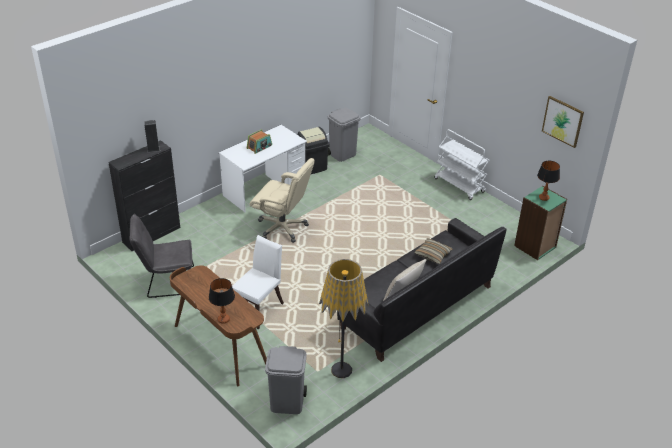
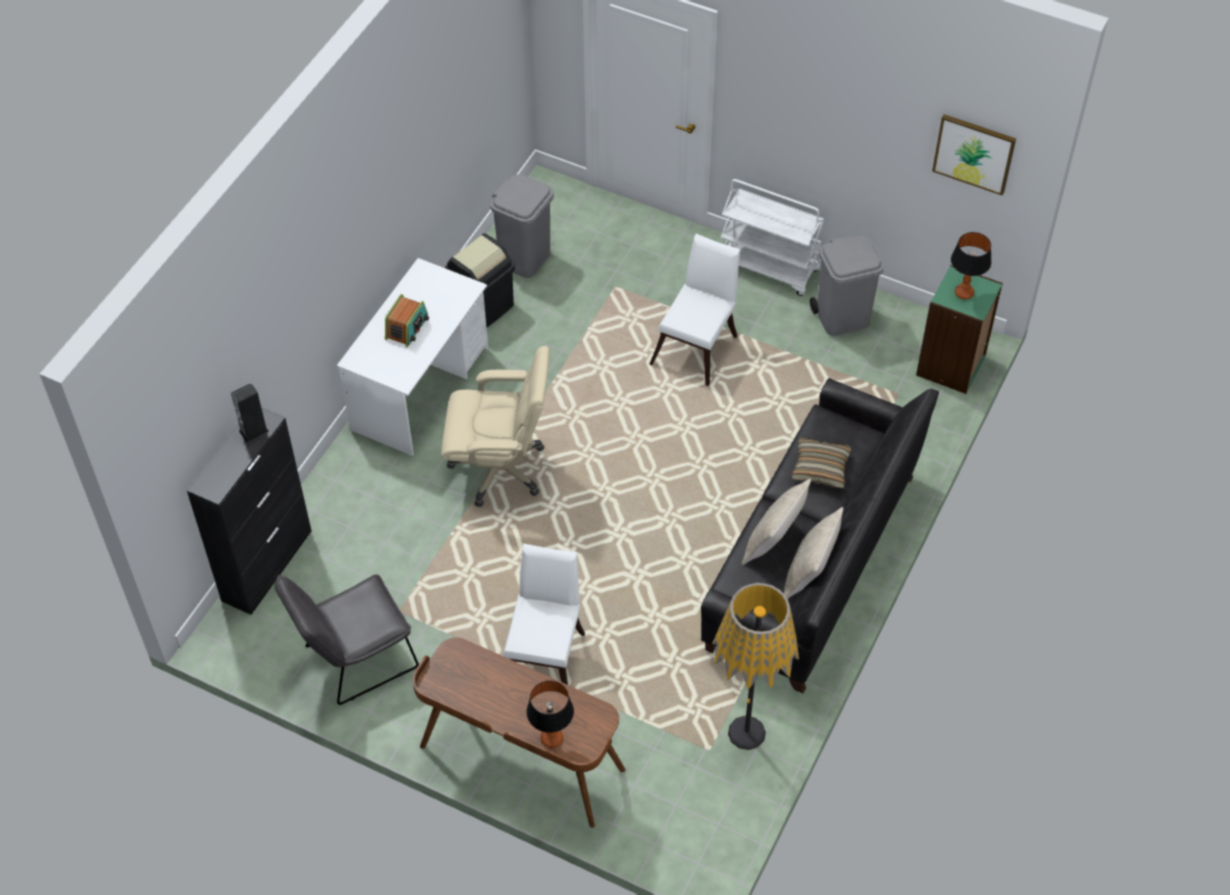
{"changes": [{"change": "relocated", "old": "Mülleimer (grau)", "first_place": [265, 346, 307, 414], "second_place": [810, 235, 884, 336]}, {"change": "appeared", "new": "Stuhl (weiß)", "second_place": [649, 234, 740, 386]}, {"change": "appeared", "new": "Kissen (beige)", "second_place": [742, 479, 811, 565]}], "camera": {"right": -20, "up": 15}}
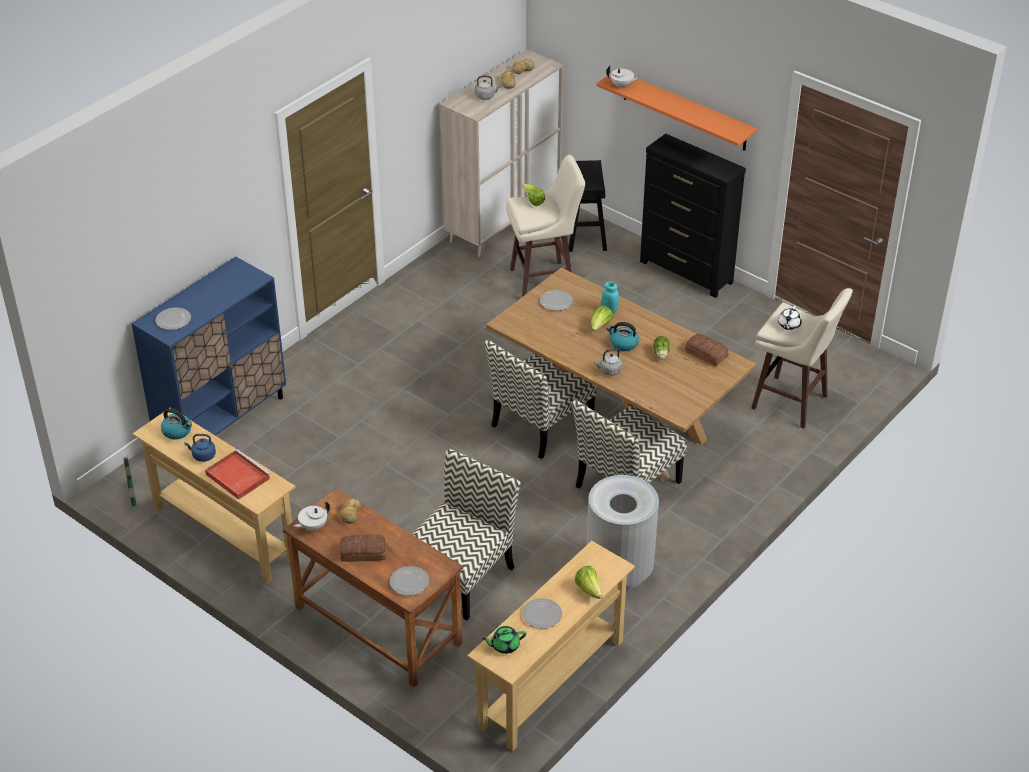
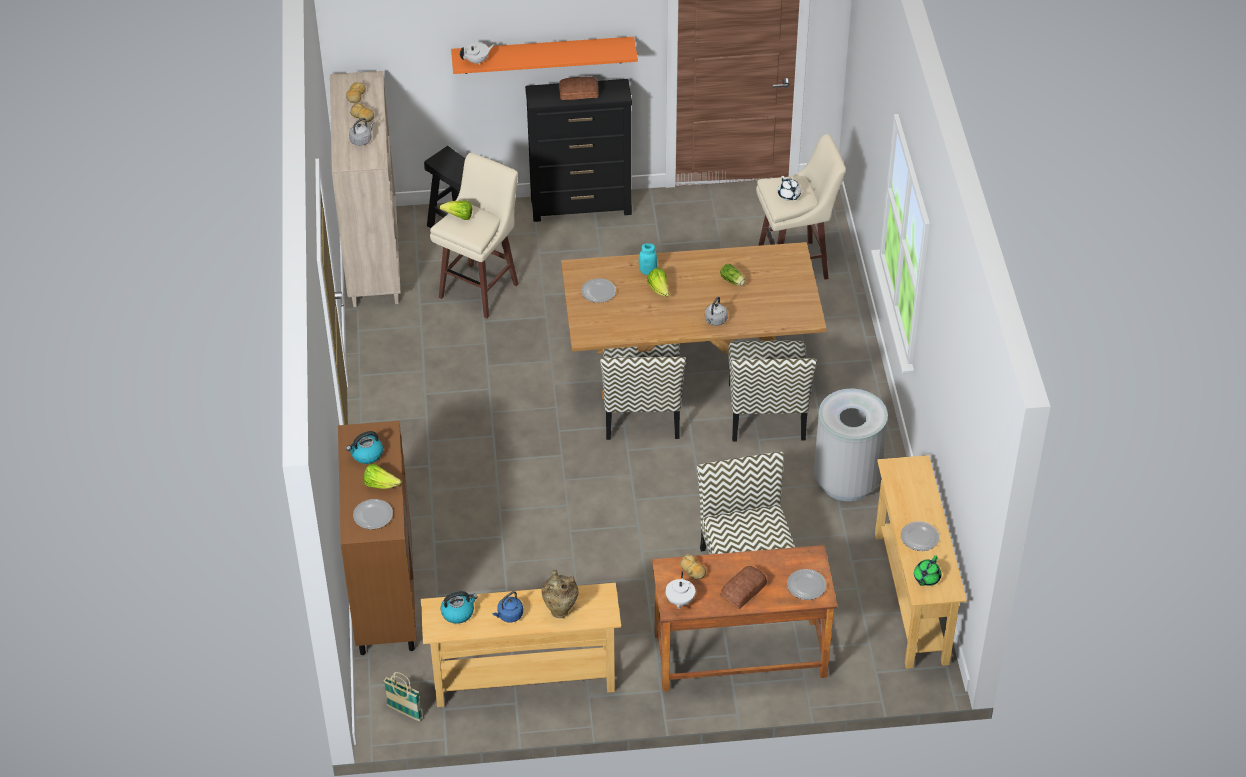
{"changes": [{"change": "colour", "old": "Schrank (blau)", "new": "Schrank (braun)", "first_place": [131, 257, 286, 436], "second_place": [338, 421, 417, 655]}, {"change": "exchanged", "old": "Tablett (rot)", "new": "Vase (beige)", "first_place": [205, 449, 271, 500], "second_place": [541, 570, 579, 618]}, {"change": "relocated", "old": "Salatkopf", "first_place": [575, 566, 602, 599], "second_place": [364, 464, 402, 489]}, {"change": "relocated", "old": "Wasserkessel", "first_place": [607, 322, 639, 351], "second_place": [346, 431, 383, 464]}, {"change": "relocated", "old": "Brot", "first_place": [685, 334, 729, 367], "second_place": [559, 77, 599, 100]}], "camera": {"right": -45, "up": 5}}
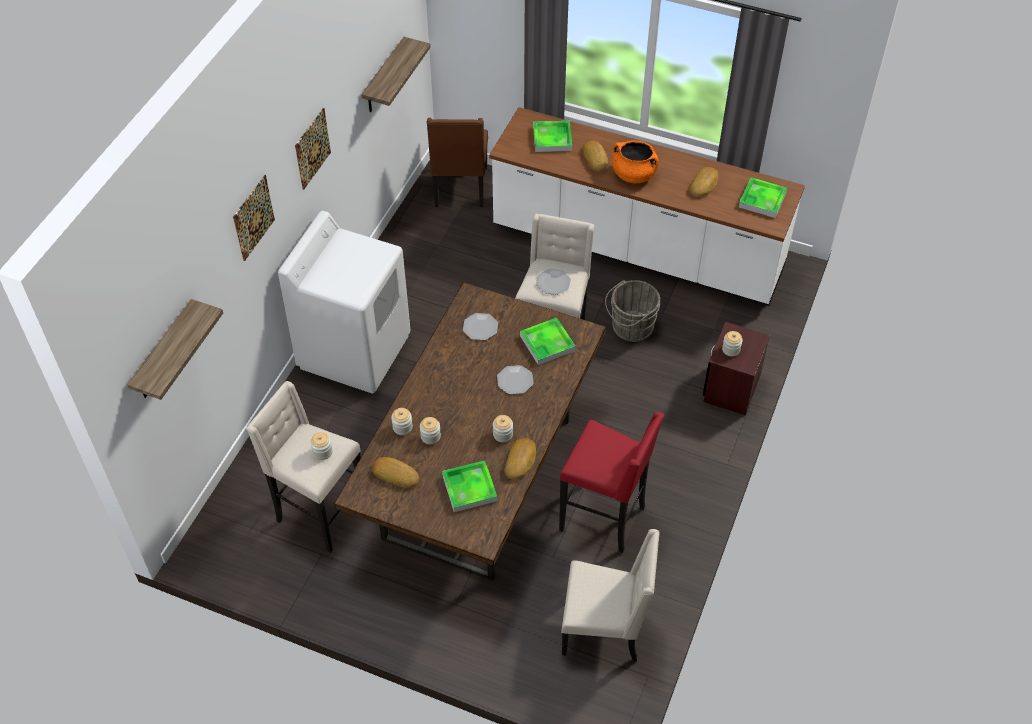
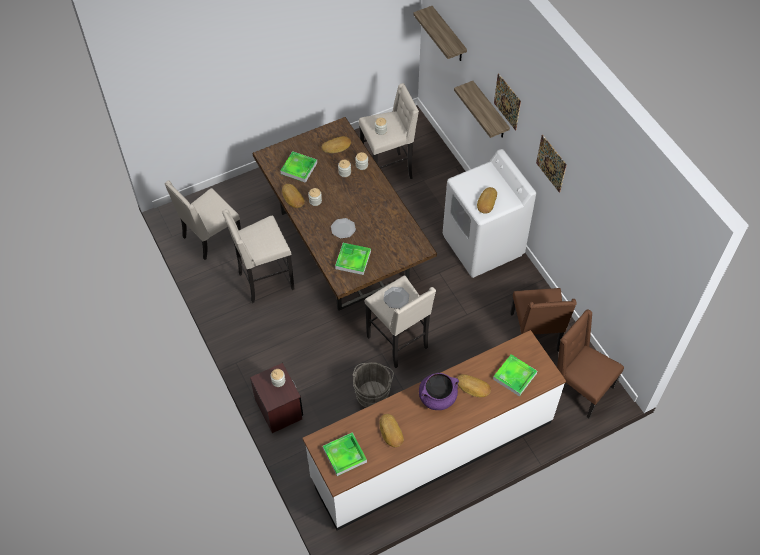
{"changes": [{"change": "relocated", "old": "Wandregal", "first_place": [361, 37, 431, 112], "second_place": [454, 81, 510, 138]}, {"change": "missing", "old": "Teller", "first_place": [463, 313, 498, 340]}, {"change": "colour", "old": "Hocker (rot)", "new": "Hocker (beige)", "first_place": [559, 412, 664, 553], "second_place": [222, 209, 294, 303]}, {"change": "colour", "old": "Kochtopf (orange)", "new": "Kochtopf (lila)", "first_place": [612, 141, 659, 183], "second_place": [419, 373, 459, 410]}, {"change": "appeared", "new": "Brot", "second_place": [477, 187, 497, 214]}, {"change": "appeared", "new": "Stuhl (braun)", "second_place": [510, 288, 577, 351]}], "camera": {"right": 130, "up": 5}}
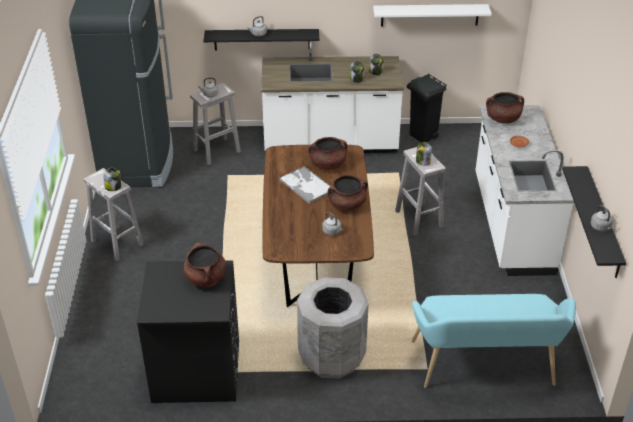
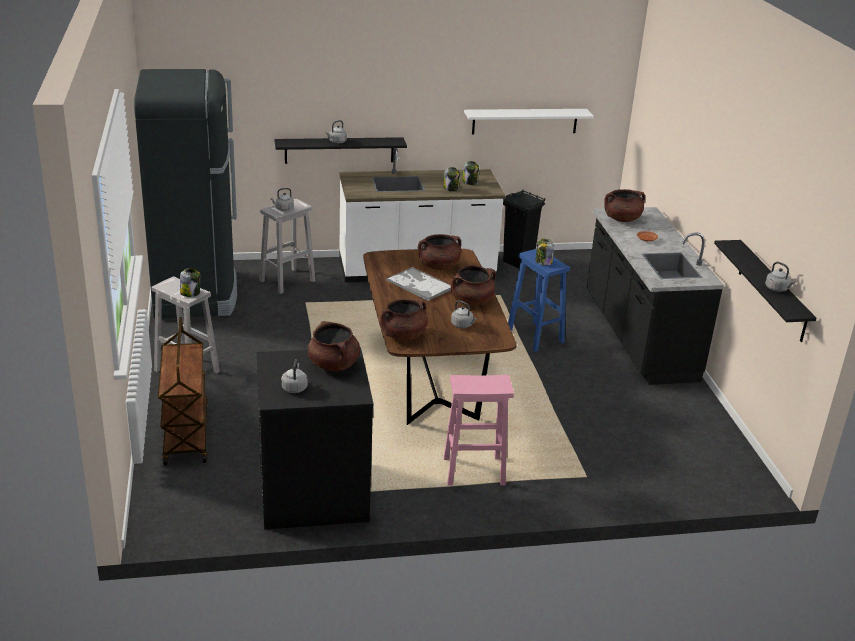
{"changes": [{"change": "exchanged", "old": "Mülleimer (grau)", "new": "Hocker (rosa)", "first_place": [297, 277, 369, 379], "second_place": [444, 375, 514, 485]}, {"change": "colour", "old": "Hocker (weiß)", "new": "Hocker (blau)", "first_place": [395, 147, 446, 236], "second_place": [508, 249, 570, 352]}, {"change": "missing", "old": "Bank (türkis)", "first_place": [412, 294, 576, 388]}, {"change": "colour", "old": "Küchenzeile (weiß)", "new": "Küchenzeile (schwarz)", "first_place": [476, 105, 574, 276], "second_place": [587, 207, 724, 385]}, {"change": "appeared", "new": "Rollwagen (braun)", "second_place": [158, 317, 208, 466]}, {"change": "appeared", "new": "Wasserkessel (grau)", "second_place": [281, 359, 307, 393]}, {"change": "appeared", "new": "Kochtopf (braun)", "second_place": [380, 299, 428, 340]}], "camera": {"right": -10, "up": -10}}
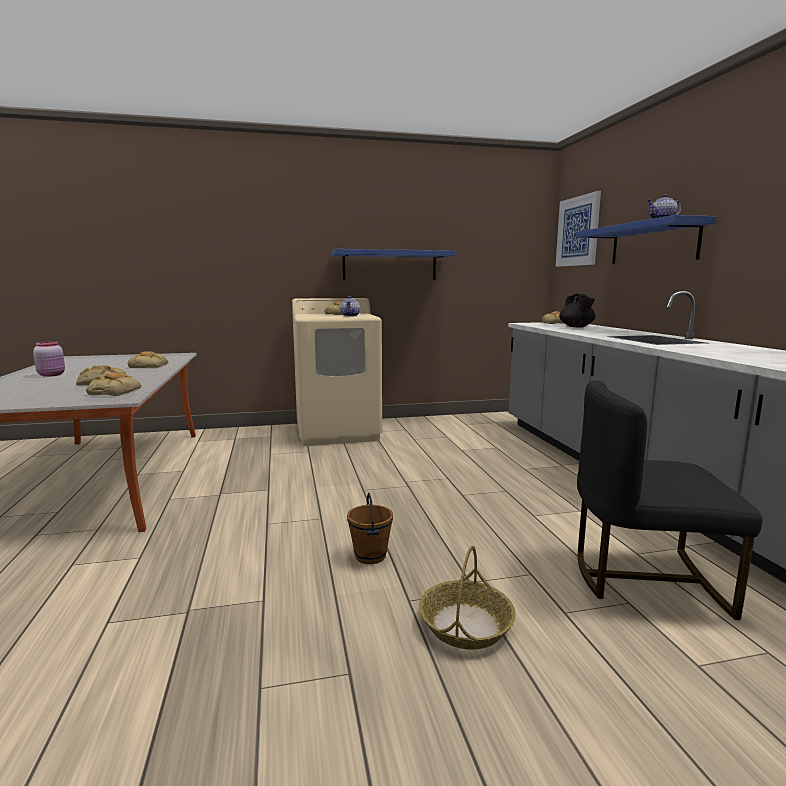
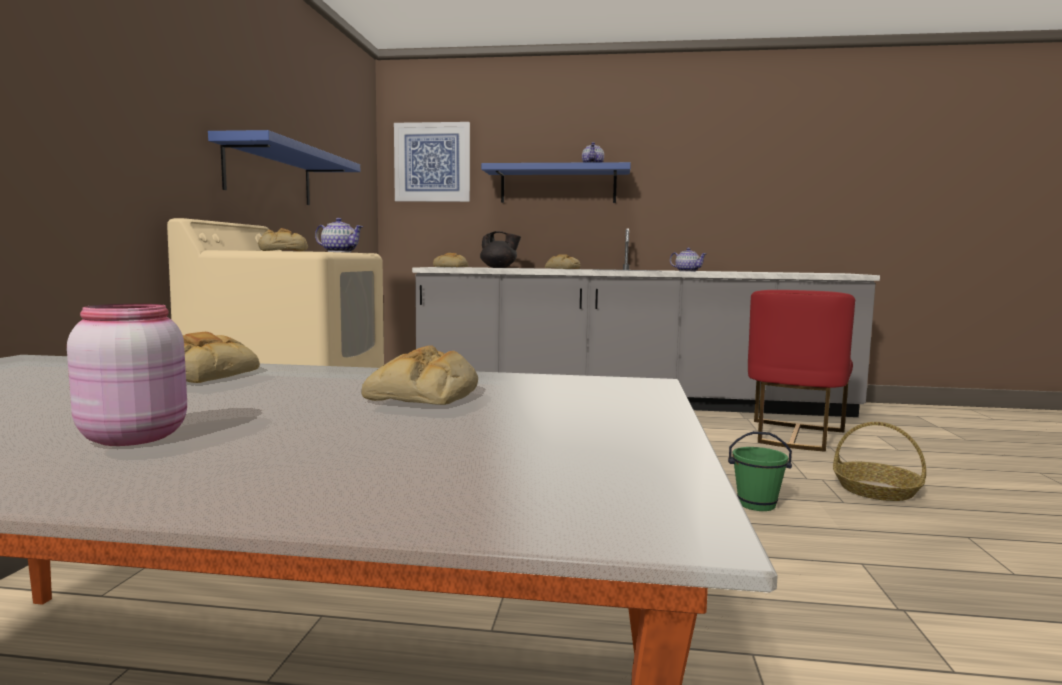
{"changes": [{"change": "relocated", "old": "Brot", "first_place": [86, 372, 141, 396], "second_place": [545, 254, 581, 269]}, {"change": "colour", "old": "Eimer (braun)", "new": "Eimer (grün)", "first_place": [347, 493, 393, 564], "second_place": [728, 431, 792, 511]}, {"change": "colour", "old": "Stuhl (schwarz)", "new": "Stuhl (rot)", "first_place": [577, 380, 762, 620], "second_place": [748, 290, 855, 452]}, {"change": "appeared", "new": "Teekanne", "second_place": [670, 248, 707, 272]}], "camera": {"right": -70, "up": -5}}
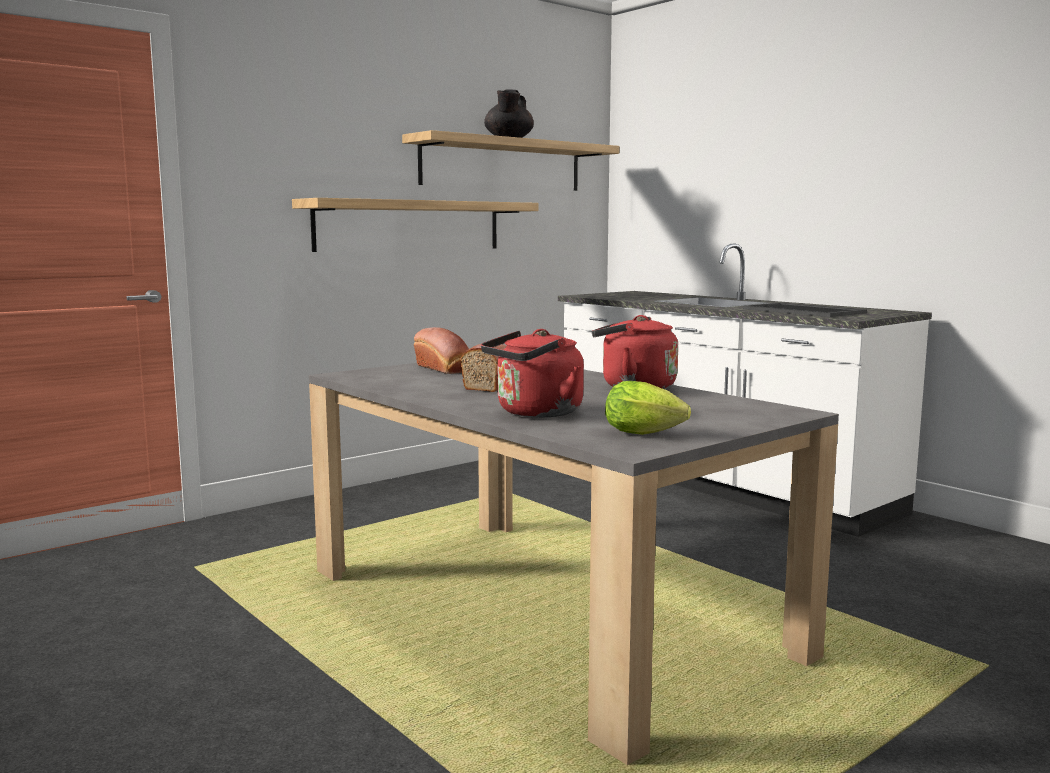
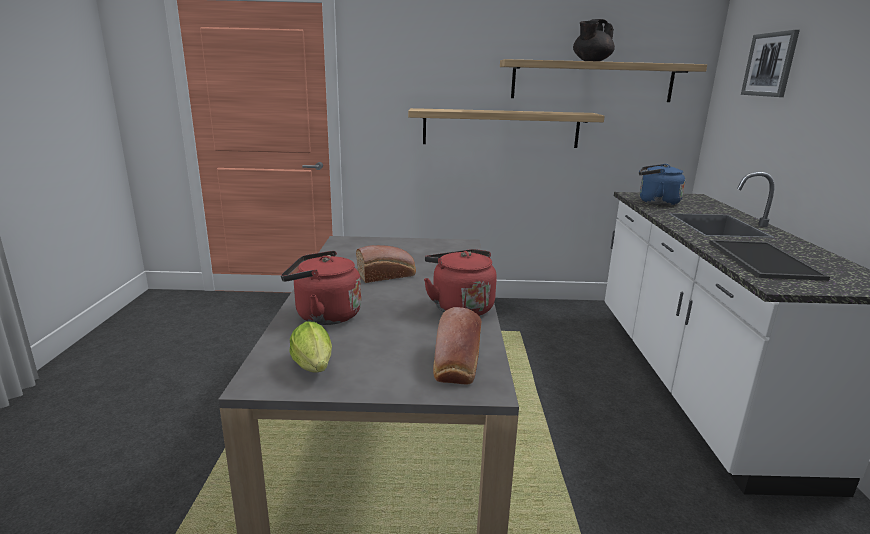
{"changes": [{"change": "relocated", "old": "Brot", "first_place": [414, 327, 469, 374], "second_place": [433, 307, 481, 385]}, {"change": "appeared", "new": "Wasserkessel (blau)", "second_place": [639, 164, 685, 206]}, {"change": "appeared", "new": "Bild", "second_place": [741, 30, 800, 97]}], "camera": {"right": 40, "up": 10}}
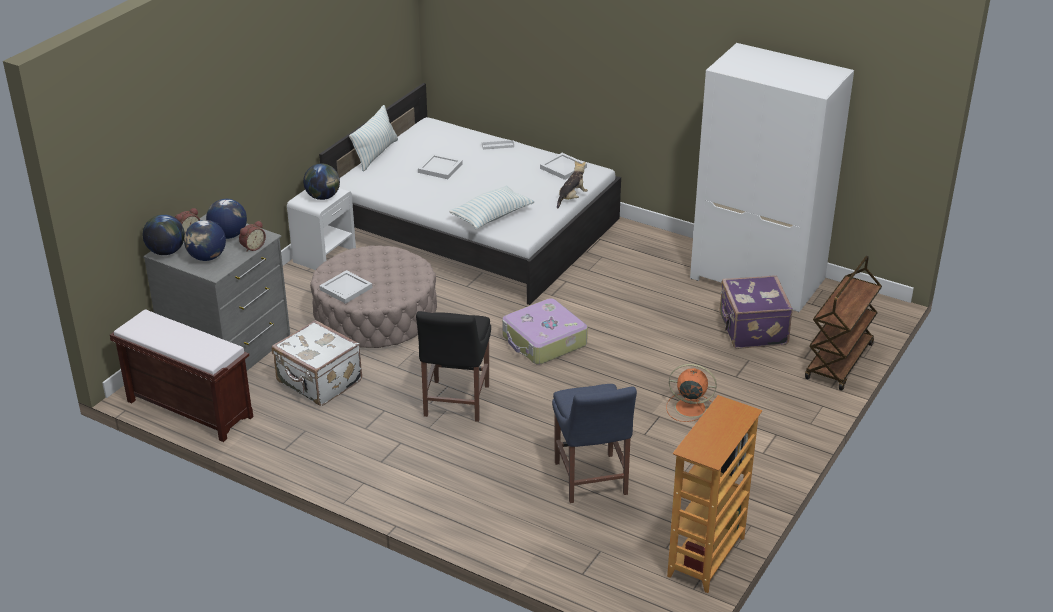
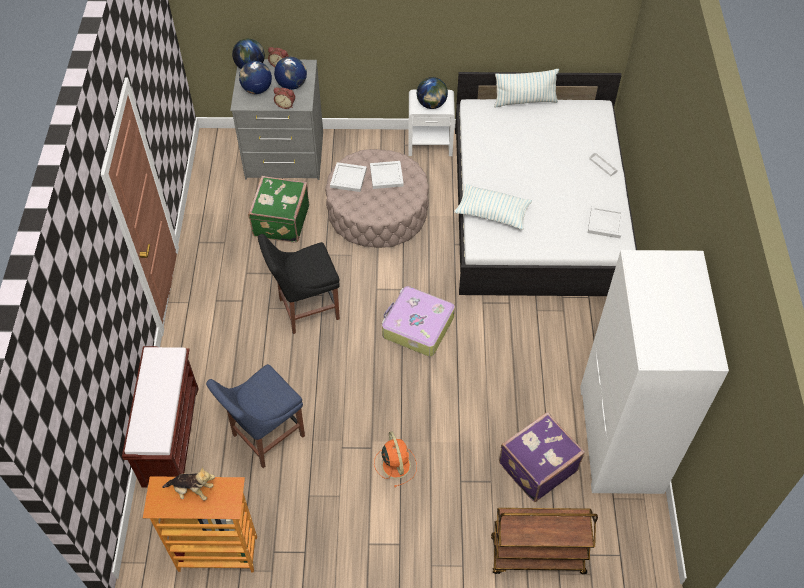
{"changes": [{"change": "relocated", "old": "Bank (braun)", "first_place": [110, 309, 253, 442], "second_place": [122, 346, 199, 488]}, {"change": "colour", "old": "Koffer (weiß)", "new": "Koffer (grün)", "first_place": [272, 320, 362, 406], "second_place": [248, 176, 309, 243]}, {"change": "relocated", "old": "Tablett (weiß)", "first_place": [418, 154, 463, 179], "second_place": [370, 161, 404, 189]}, {"change": "relocated", "old": "Plüschtier", "first_place": [557, 161, 588, 209], "second_place": [162, 467, 215, 500]}], "camera": {"right": 60, "up": 20}}
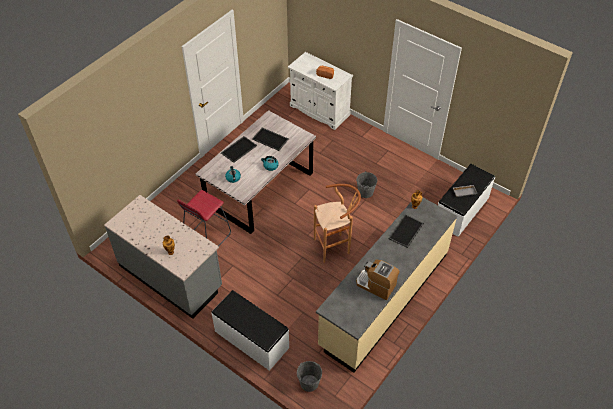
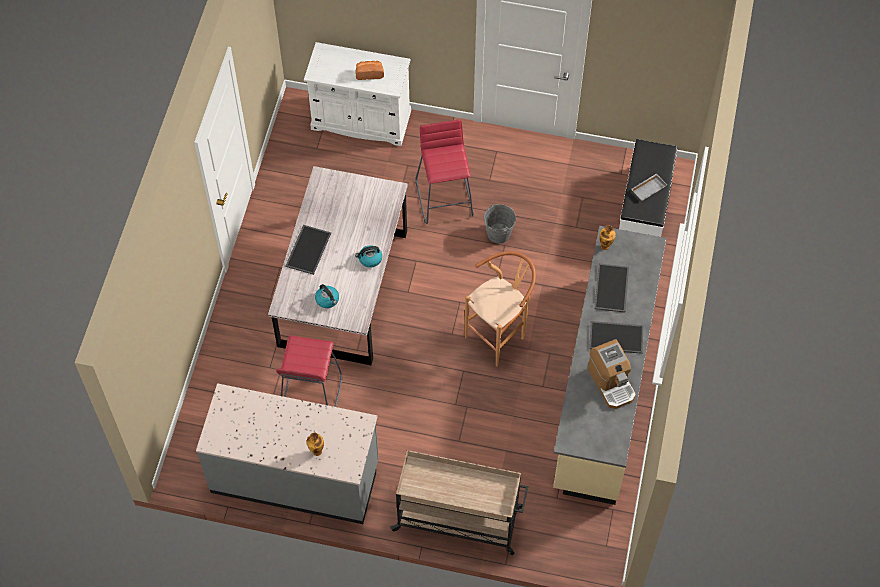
{"changes": [{"change": "exchanged", "old": "Bank (weiß)", "new": "Rollwagen (beige)", "first_place": [211, 290, 289, 371], "second_place": [390, 450, 528, 555]}, {"change": "relocated", "old": "Tablett", "first_place": [252, 128, 289, 151], "second_place": [589, 321, 644, 354]}, {"change": "missing", "old": "Eimer (grau)", "first_place": [297, 361, 322, 392]}, {"change": "spun", "old": "Kaffeemaschine", "first_place": [356, 260, 400, 300], "second_place": [588, 339, 636, 409], "degrees": -120}, {"change": "appeared", "new": "Hocker (rot)", "second_place": [416, 119, 474, 224]}], "camera": {"right": -25, "up": 10}}
